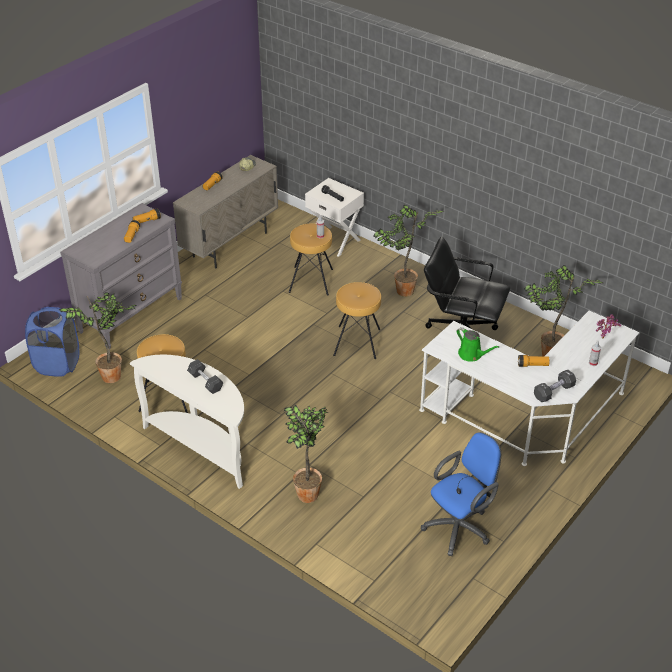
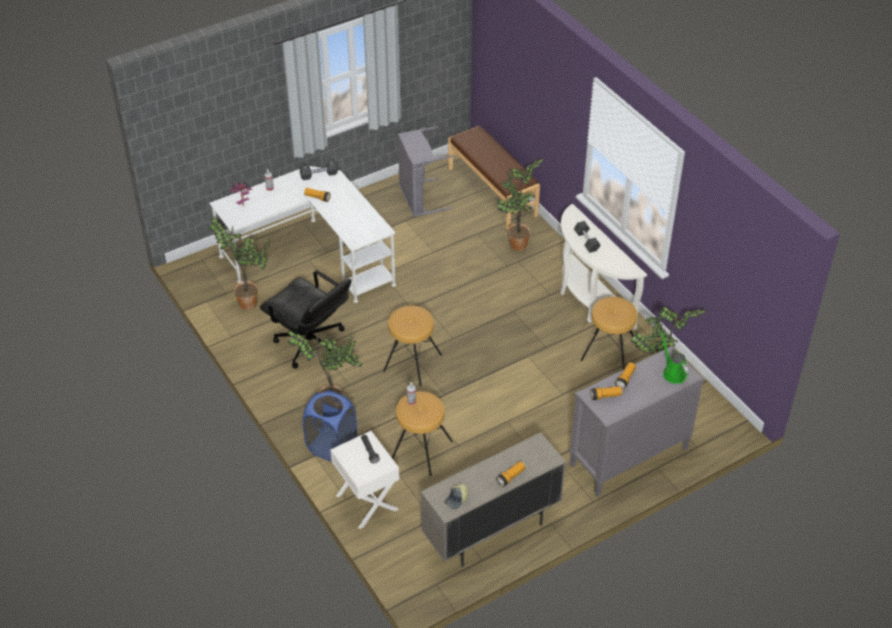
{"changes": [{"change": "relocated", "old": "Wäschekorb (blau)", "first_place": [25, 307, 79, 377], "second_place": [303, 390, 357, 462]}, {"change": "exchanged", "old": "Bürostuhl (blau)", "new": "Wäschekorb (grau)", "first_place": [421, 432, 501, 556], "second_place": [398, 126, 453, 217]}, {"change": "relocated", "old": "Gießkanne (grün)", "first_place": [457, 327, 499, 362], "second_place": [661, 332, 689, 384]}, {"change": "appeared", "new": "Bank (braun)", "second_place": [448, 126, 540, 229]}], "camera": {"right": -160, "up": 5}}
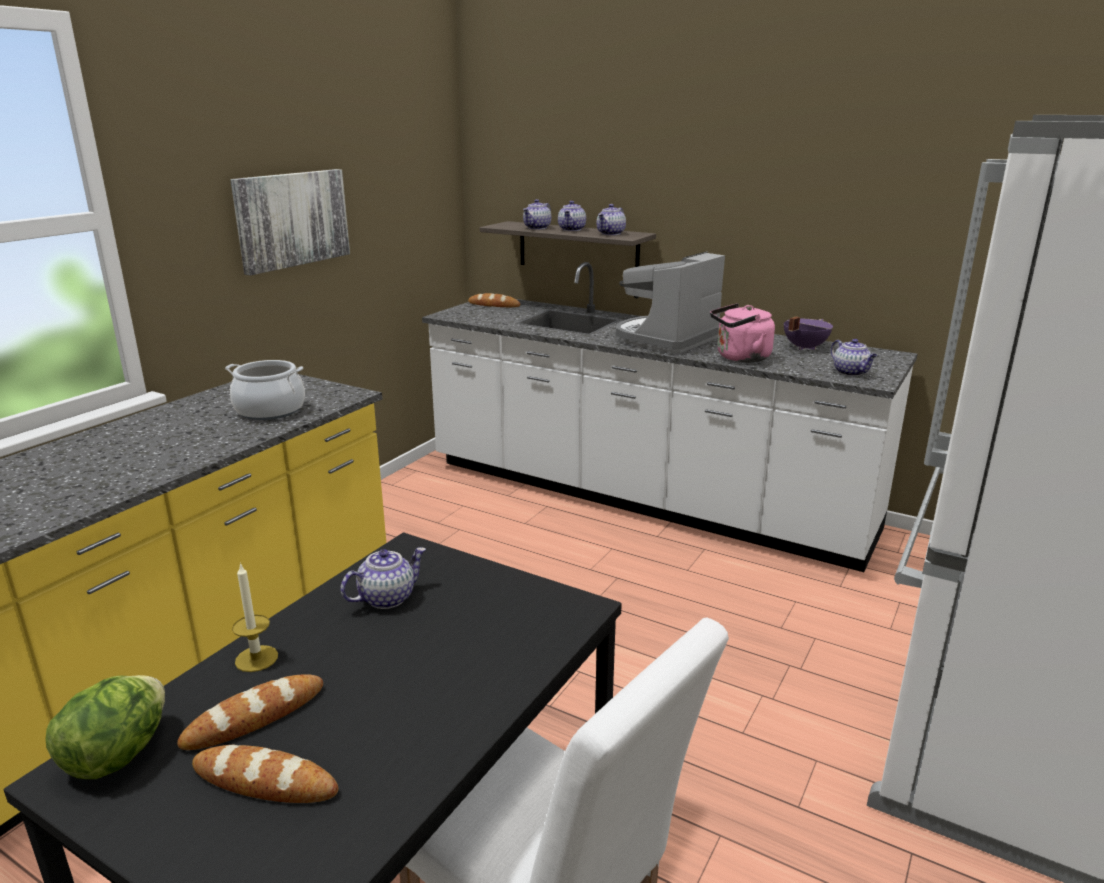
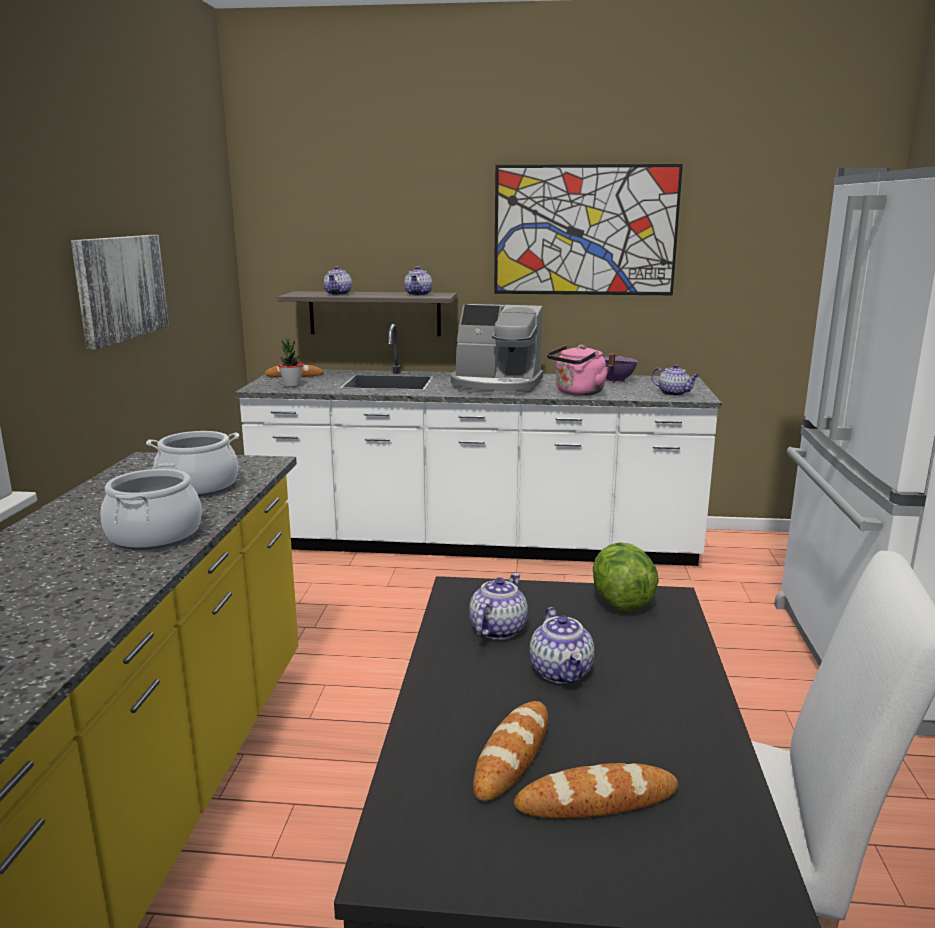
{"changes": [{"change": "relocated", "old": "Salatkopf", "first_place": [45, 675, 165, 779], "second_place": [593, 542, 659, 611]}, {"change": "missing", "old": "Kerze", "first_place": [232, 563, 278, 672]}, {"change": "relocated", "old": "Teekanne", "first_place": [558, 201, 586, 231], "second_place": [530, 607, 595, 684]}, {"change": "spun", "old": "Kaffeemaschine", "first_place": [616, 252, 725, 354], "second_place": [451, 304, 543, 395], "degrees": -90}, {"change": "appeared", "new": "Kochtopf", "second_place": [101, 463, 202, 550]}, {"change": "appeared", "new": "Topfpflanze", "second_place": [278, 338, 303, 387]}, {"change": "appeared", "new": "Bild", "second_place": [494, 164, 683, 295]}], "camera": {"right": -25, "up": -5}}
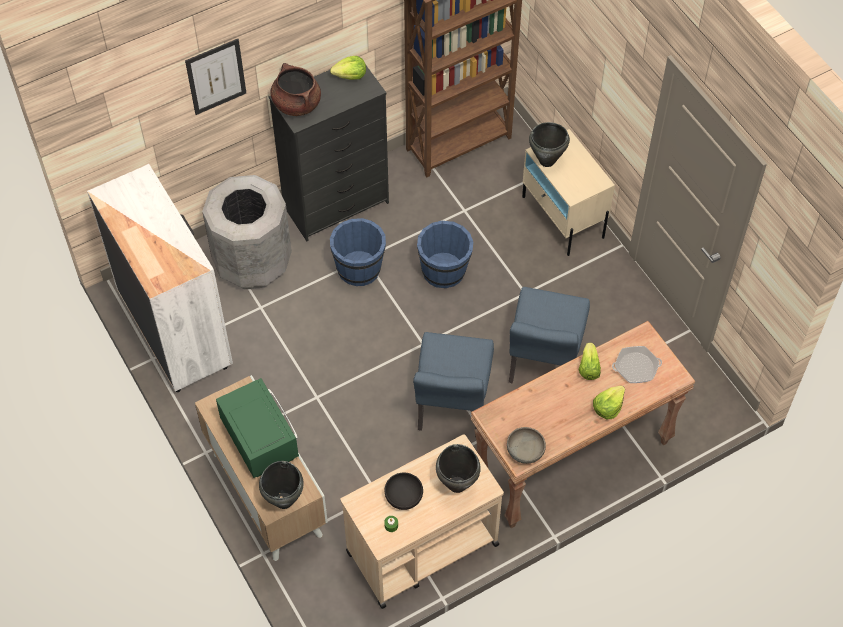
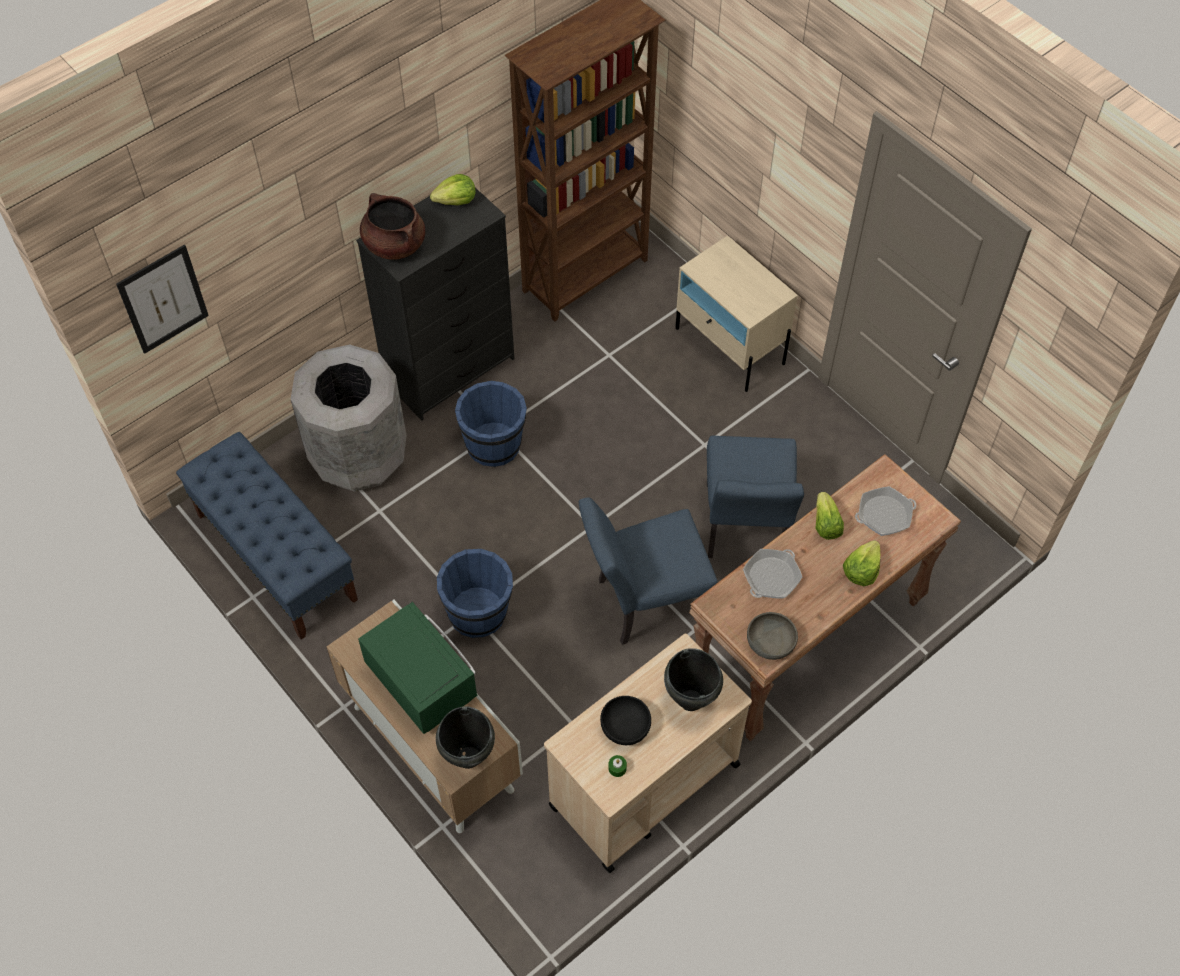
{"changes": [{"change": "exchanged", "old": "Kommode (weiß)", "new": "Bank (blau)", "first_place": [87, 164, 233, 392], "second_place": [176, 432, 358, 639]}, {"change": "relocated", "old": "Bild", "first_place": [185, 39, 246, 115], "second_place": [116, 245, 209, 354]}, {"change": "spun", "old": "Stuhl (blau)", "first_place": [413, 332, 494, 437], "second_place": [579, 497, 718, 645], "degrees": 75}, {"change": "relocated", "old": "Eimer (blau)", "first_place": [417, 221, 473, 288], "second_place": [437, 549, 513, 638]}, {"change": "missing", "old": "Kochtopf (schwarz)", "first_place": [529, 122, 570, 167]}, {"change": "appeared", "new": "Pfanne", "second_place": [743, 549, 802, 599]}], "camera": {"right": -10, "up": 0}}
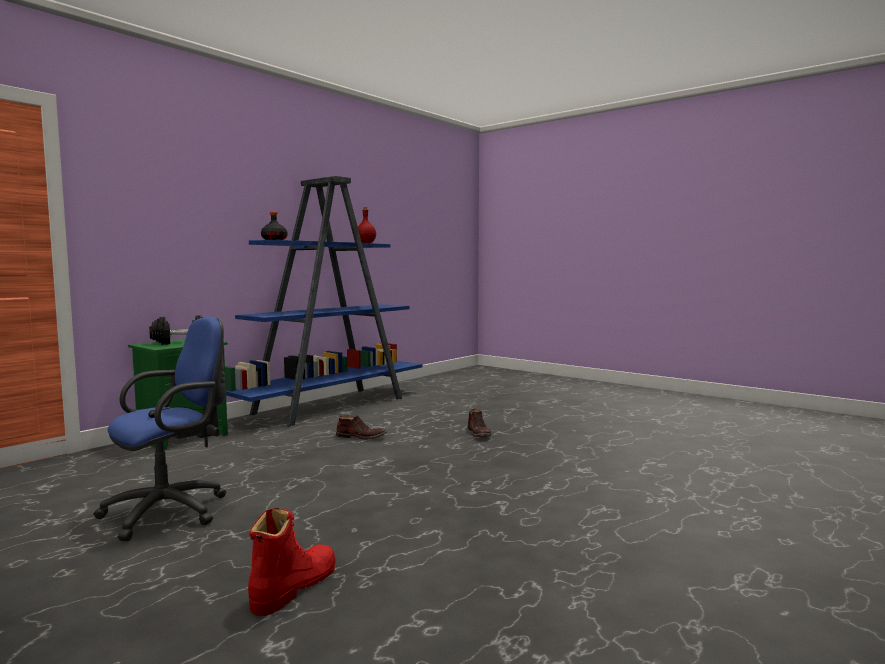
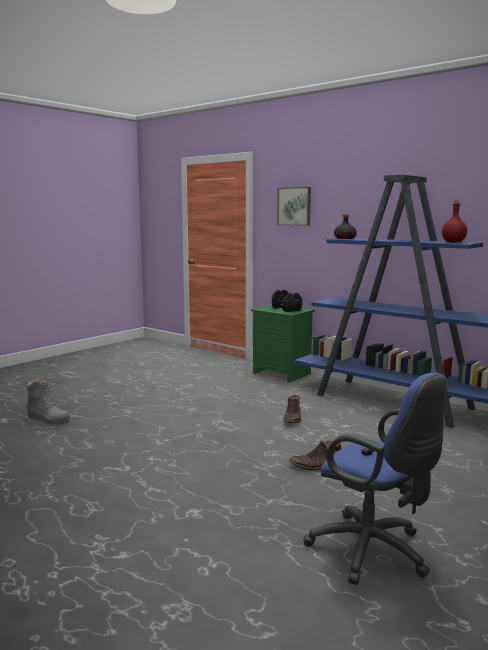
{"changes": [{"change": "relocated", "old": "Bürostuhl (blau)", "first_place": [93, 317, 226, 541], "second_place": [303, 373, 447, 585]}, {"change": "colour", "old": "Stiefel (rot)", "new": "Stiefel (grau)", "first_place": [248, 508, 336, 616], "second_place": [26, 378, 70, 425]}, {"change": "appeared", "new": "Bild", "second_place": [277, 187, 311, 226]}], "camera": {"right": 90, "up": 5}}
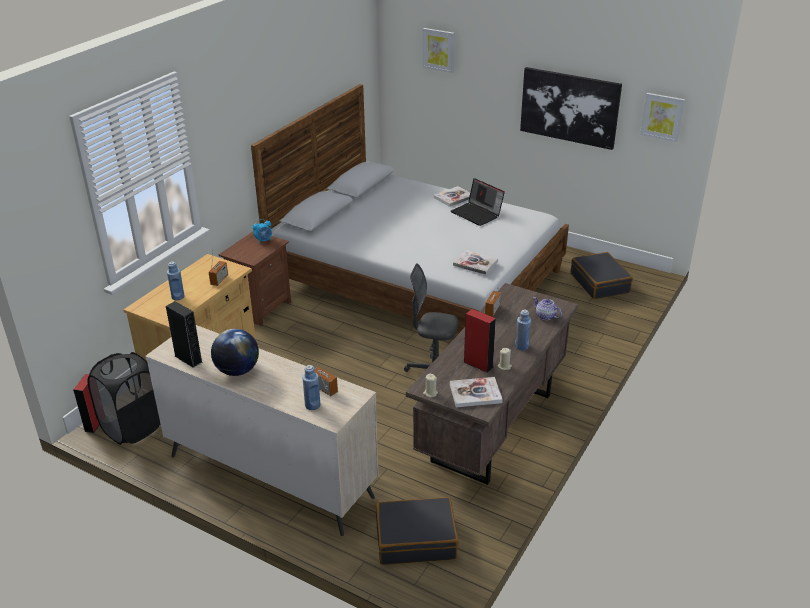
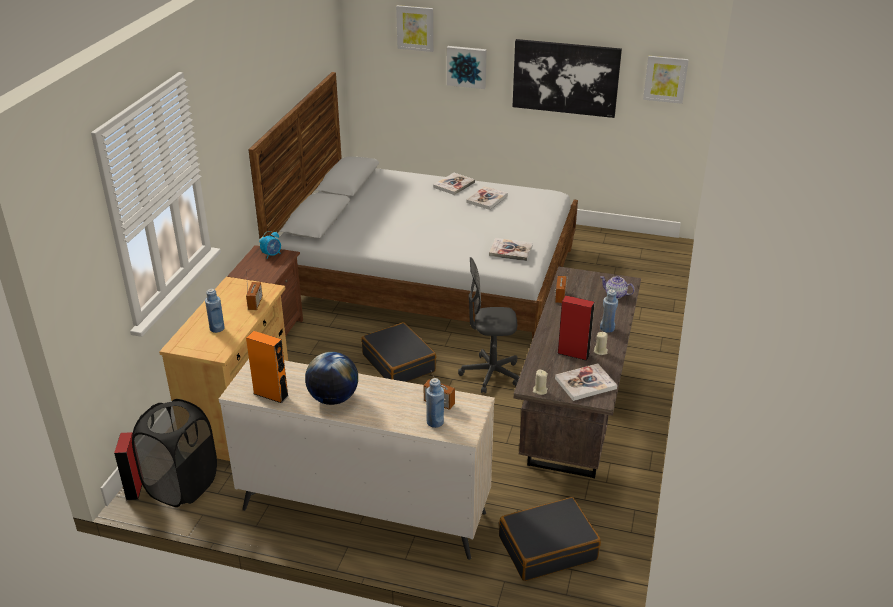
{"changes": [{"change": "colour", "old": "Lautsprecher (schwarz)", "new": "Lautsprecher (orange)", "first_place": [166, 301, 202, 368], "second_place": [246, 331, 289, 403]}, {"change": "exchanged", "old": "Laptop", "new": "Buch", "first_place": [451, 178, 505, 226], "second_place": [466, 186, 508, 210]}, {"change": "relocated", "old": "Koffer (schwarz)", "first_place": [571, 252, 633, 299], "second_place": [361, 322, 436, 382]}, {"change": "appeared", "new": "Bild", "second_place": [447, 46, 487, 89]}], "camera": {"right": -15, "up": 0}}
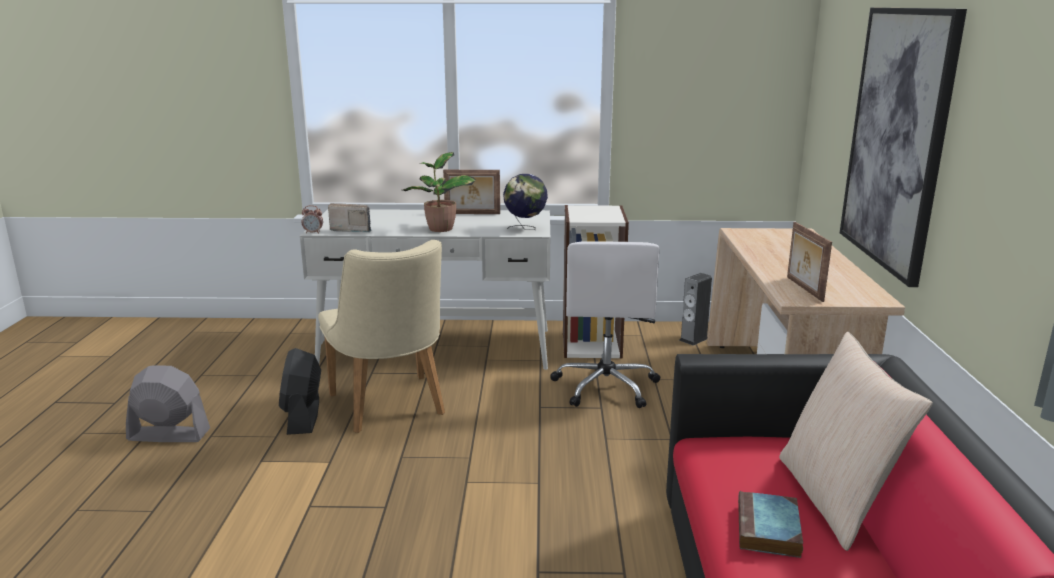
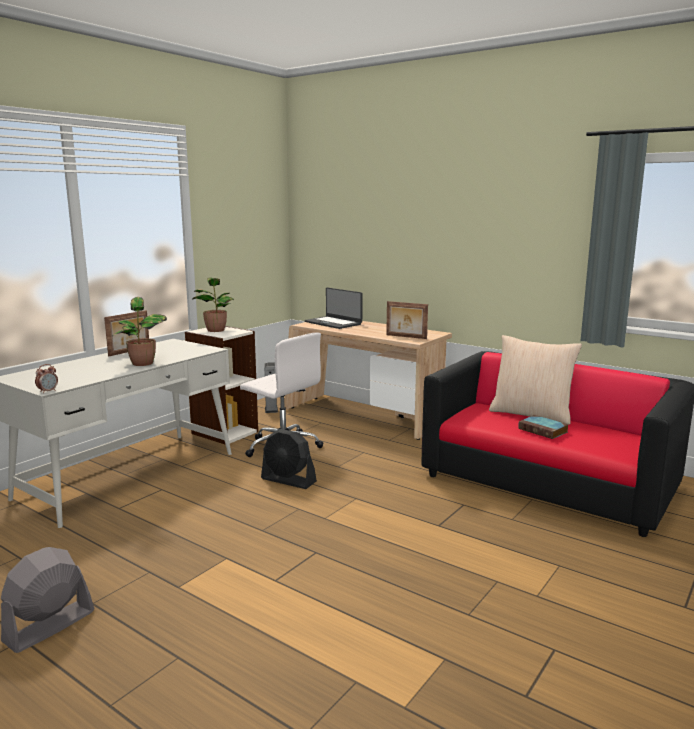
{"changes": [{"change": "relocated", "old": "Ventilator (schwarz)", "first_place": [279, 348, 321, 435], "second_place": [261, 429, 317, 489]}, {"change": "missing", "old": "Stuhl (beige)", "first_place": [318, 240, 445, 433]}, {"change": "missing", "old": "Radio", "first_place": [328, 203, 372, 232]}, {"change": "missing", "old": "Globus", "first_place": [503, 174, 548, 230]}, {"change": "missing", "old": "Bild", "first_place": [840, 8, 967, 287]}, {"change": "appeared", "new": "Topfpflanze", "second_place": [192, 277, 234, 332]}, {"change": "appeared", "new": "Laptop", "second_place": [305, 287, 363, 329]}], "camera": {"right": -55, "up": -5}}
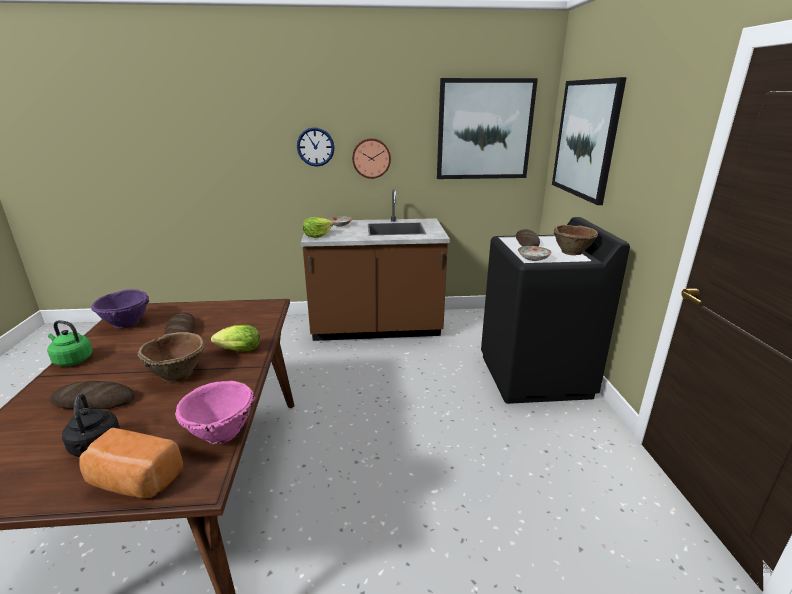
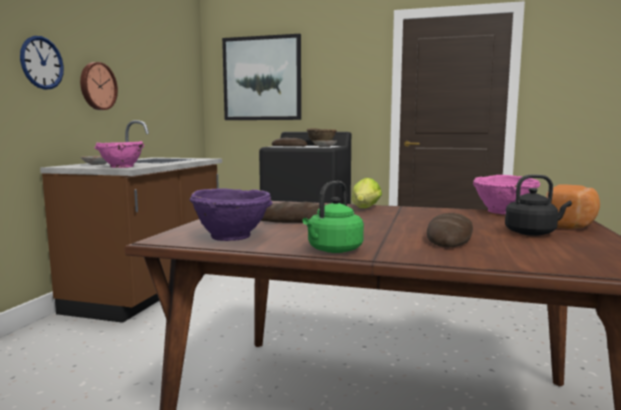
{"changes": [{"change": "missing", "old": "Schüssel (braun)", "first_place": [137, 332, 205, 383]}, {"change": "exchanged", "old": "Salatkopf", "new": "Schüssel (rosa)", "first_place": [303, 217, 333, 238], "second_place": [95, 141, 144, 168]}, {"change": "missing", "old": "Bild", "first_place": [437, 78, 538, 179]}], "camera": {"right": -70, "up": -15}}
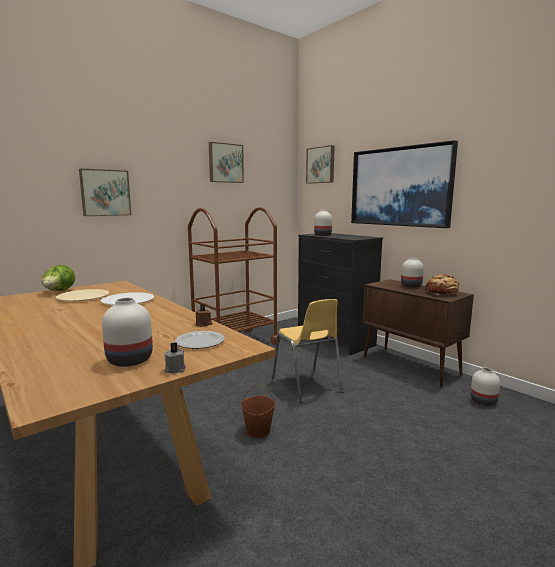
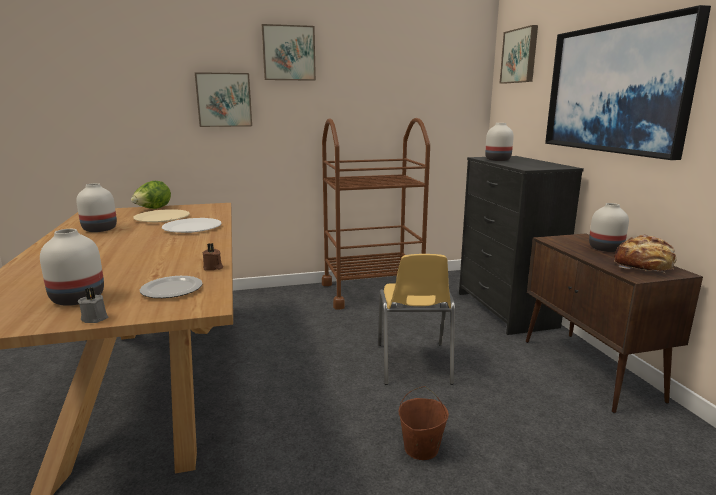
{"changes": [{"change": "relocated", "old": "Bild", "first_place": [209, 142, 244, 183], "second_place": [262, 24, 316, 81]}, {"change": "relocated", "old": "Eimer (braun)", "first_place": [241, 385, 275, 438], "second_place": [399, 386, 449, 460]}, {"change": "relocated", "old": "Vase (weiß)", "first_place": [471, 367, 500, 406], "second_place": [76, 183, 117, 232]}], "camera": {"right": 25, "up": 5}}
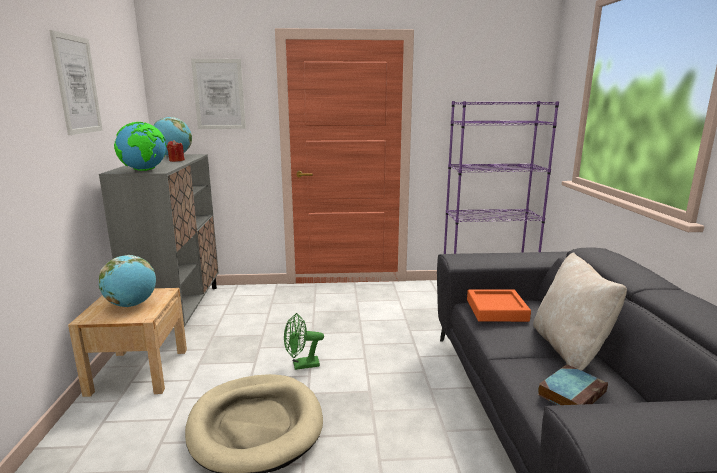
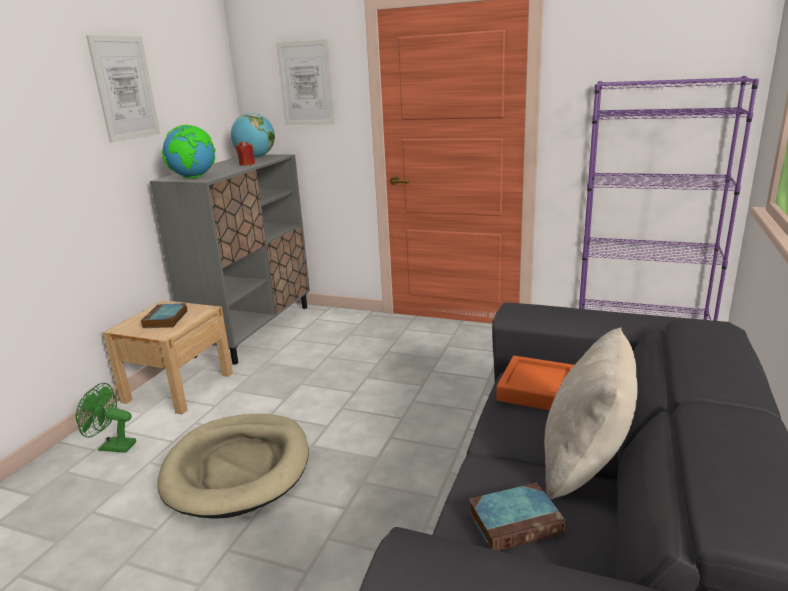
{"changes": [{"change": "exchanged", "old": "Globus", "new": "Buch", "first_place": [99, 255, 156, 307], "second_place": [141, 303, 187, 328]}, {"change": "relocated", "old": "Ventilator (grün)", "first_place": [284, 313, 324, 370], "second_place": [76, 383, 136, 453]}], "camera": {"right": 25, "up": 5}}
